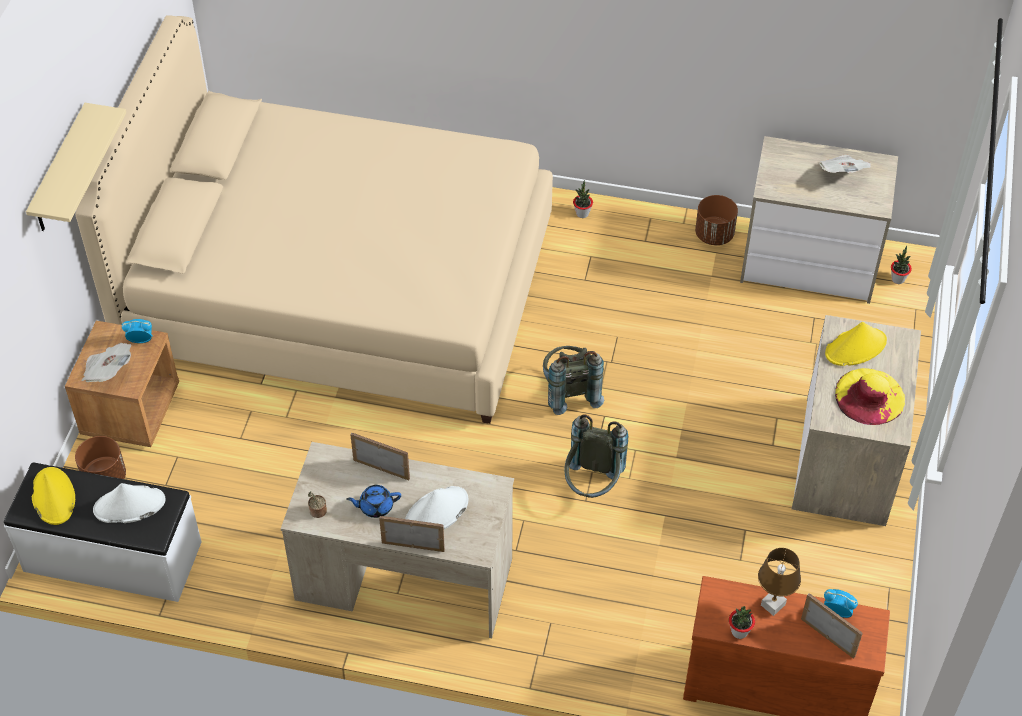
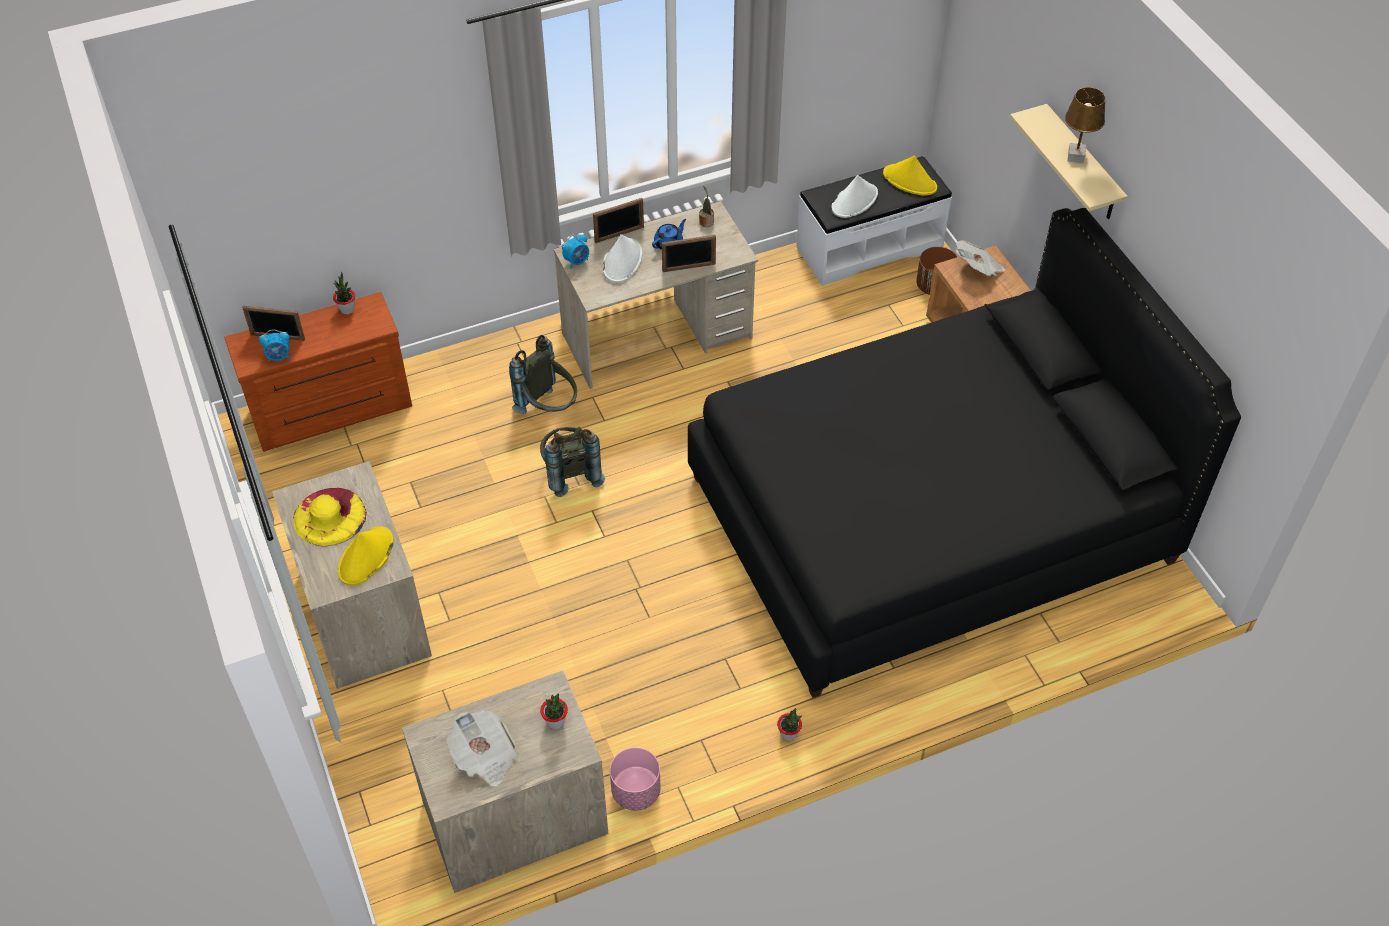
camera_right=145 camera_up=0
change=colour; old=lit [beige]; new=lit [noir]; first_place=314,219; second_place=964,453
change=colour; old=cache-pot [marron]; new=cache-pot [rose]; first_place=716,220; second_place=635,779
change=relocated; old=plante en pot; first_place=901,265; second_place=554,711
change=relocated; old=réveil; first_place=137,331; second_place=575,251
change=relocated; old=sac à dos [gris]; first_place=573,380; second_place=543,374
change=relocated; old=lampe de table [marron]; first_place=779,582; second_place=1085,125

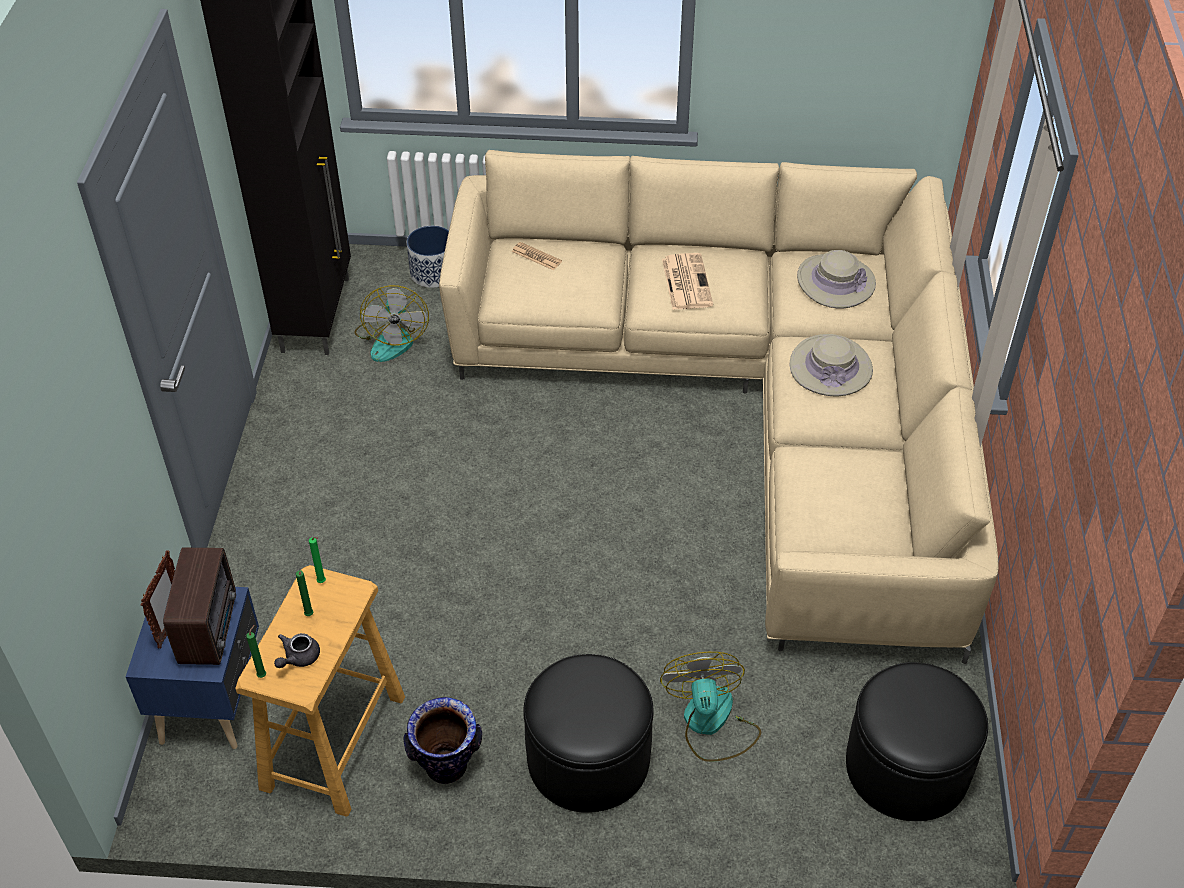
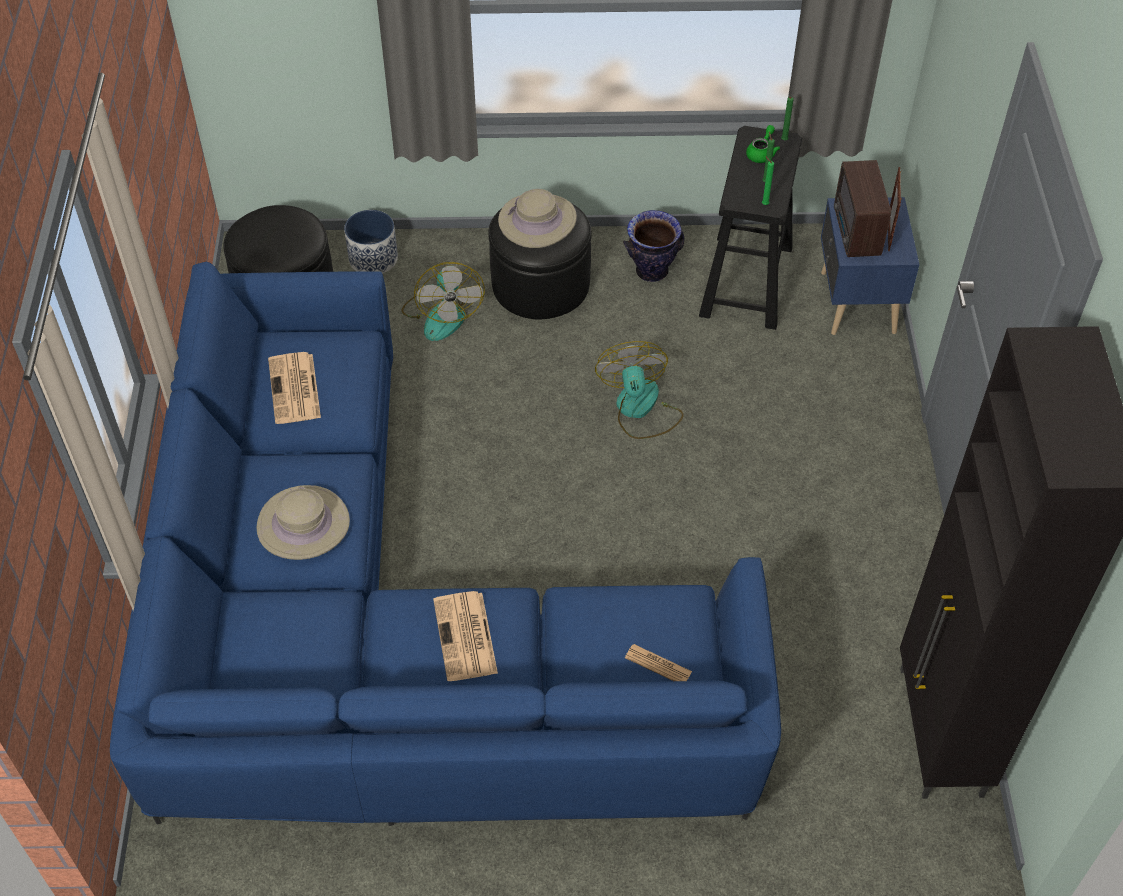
camera_right=175 camera_up=5
change=colour; old=canapé [beige]; new=canapé [bleu]; first_place=718,407; second_place=445,544
change=relocated; old=cache-pot; first_place=428,257; second_place=371,242
change=relocated; old=chapeau [beige]; first_place=836,279; second_place=537,218
change=relocated; old=ventilateur; first_place=391,323; second_place=639,390
change=colour; old=tabouret [beige]; new=tabouret [noir]; first_place=320,691; second_place=750,228
change=colour; old=théière [gris]; new=théière [vert]; first_place=297,650; second_place=763,144
change=appeared; new=journal; second_place=294,388

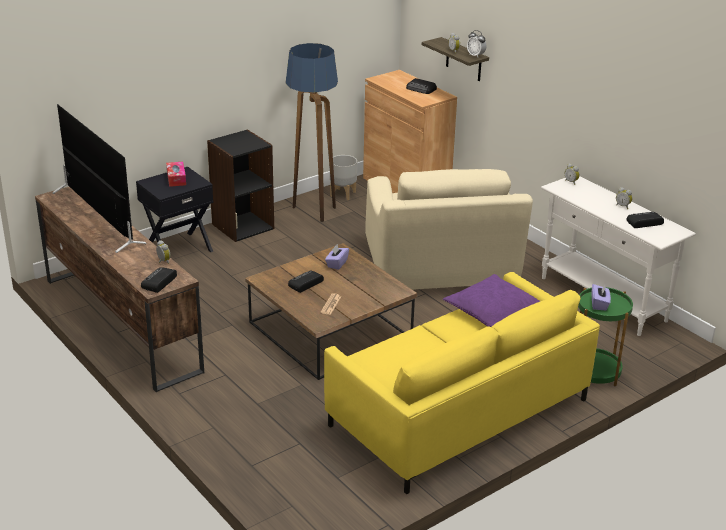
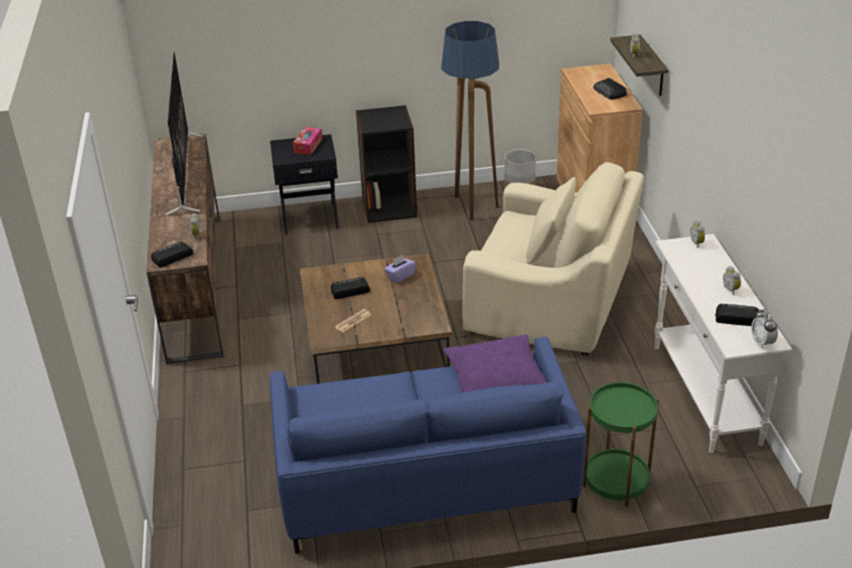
camera_right=30 camera_up=5
change=relocated; old=réveil; first_place=476,43; second_place=764,329
change=spun; old=fauteuil [beige]; first_place=449,229; second_place=553,259; degrees=-90
change=colour; old=canapé [jaune]; new=canapé [bleu]; first_place=462,383; second_place=428,445
change=missing; old=boîte à mouchoirs [violet]; first_place=601,297

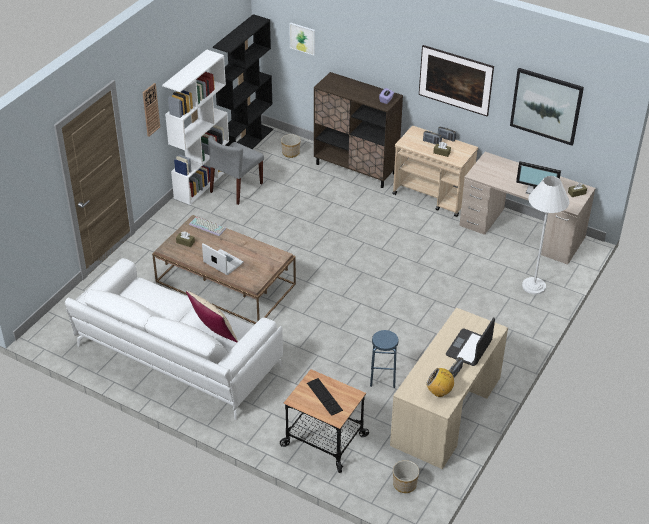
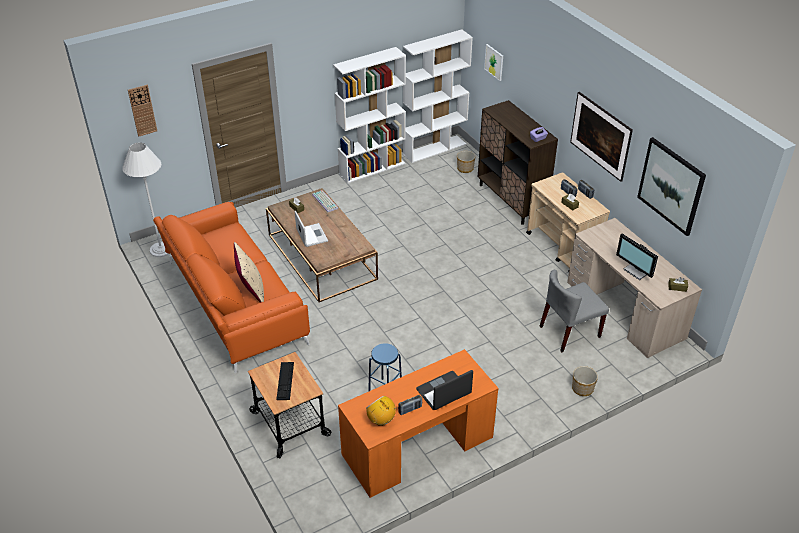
camera_right=30 camera_up=0
change=colour; old=bibliothèque [noir]; new=bibliothèque [blanc]; first_place=243,81; second_place=438,96
change=relocated; old=horloge murale; first_place=151,110; second_place=142,111
change=relocated; old=chaise [gris]; first_place=236,170; second_place=574,311
change=relocated; old=lampadaire [blanc]; first_place=545,235; second_place=145,199
change=colour; old=canapé [blanc]; new=canapé [orange]; first_place=174,339; second_place=231,287
change=colour; old=bureau [beige]; new=bureau [orange]; first_place=449,388; second_place=418,423
change=relocated; old=cache-pot; first_place=406,476; second_place=585,381

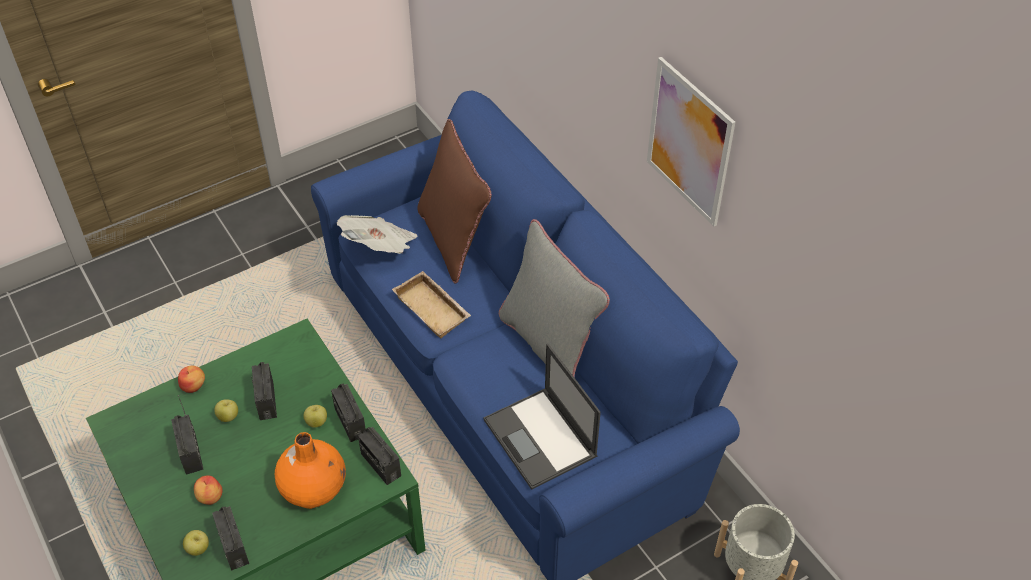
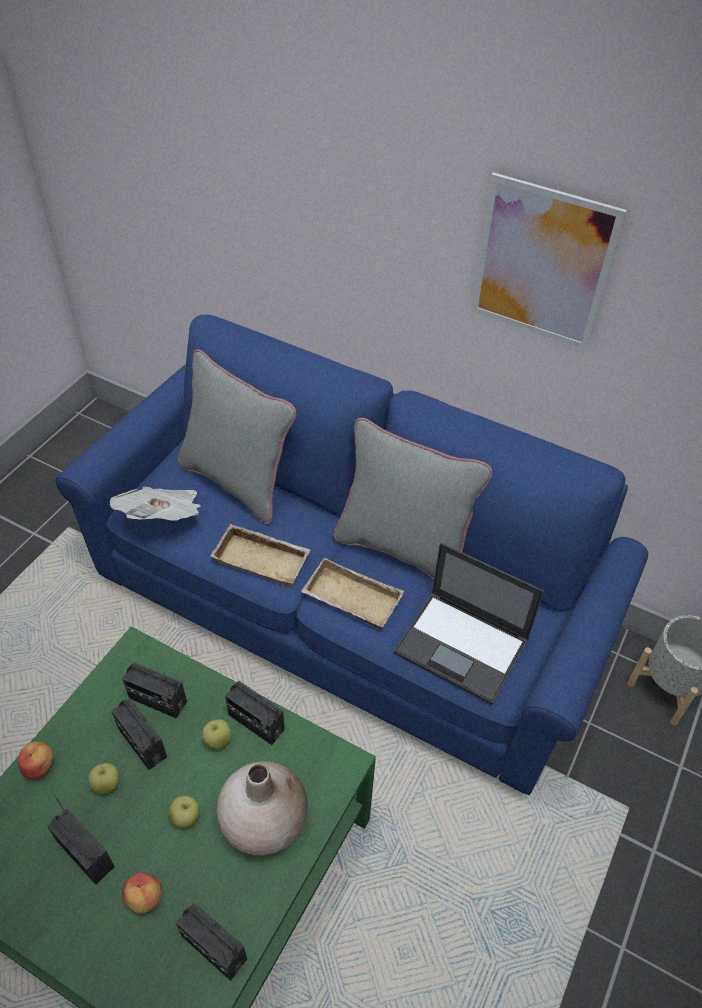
camera_right=-30 camera_up=0
change=colour; old=coussin [marron]; new=coussin [gris]; first_place=455,201; second_place=237,437
change=relocated; old=radio; first_place=379,456; second_place=154,690
change=colour; old=vase [orange]; new=vase [beige]; first_place=310,470; second_place=262,808
change=relocated; old=pomme; first_place=196,543; second_place=184,811
change=appeared; new=plateau [beige]; second_place=352,592

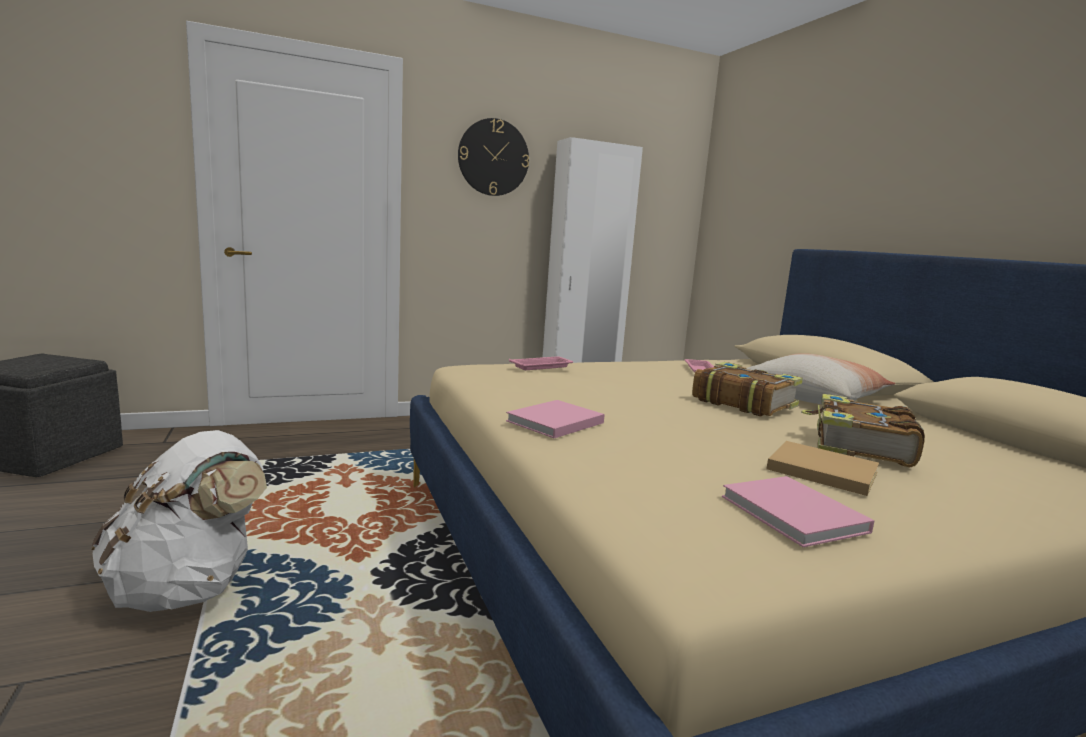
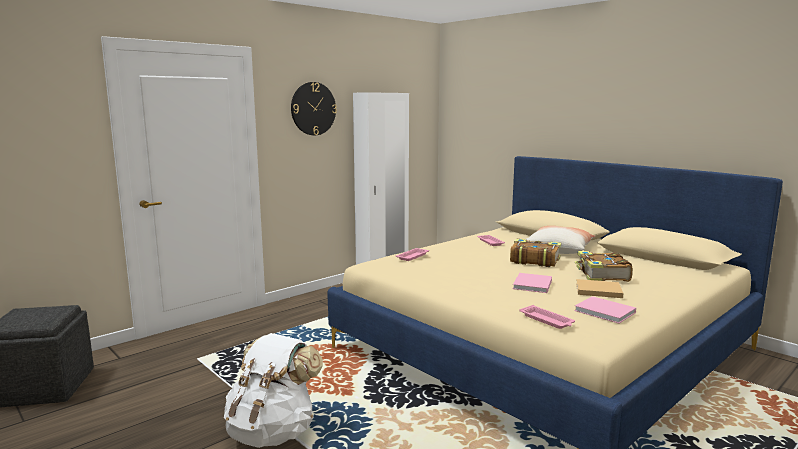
camera_right=-20 camera_up=0
change=relocated; old=livre [rose]; first_place=555,419; second_place=532,283
change=appeared; new=plateau [rose]; second_place=547,317

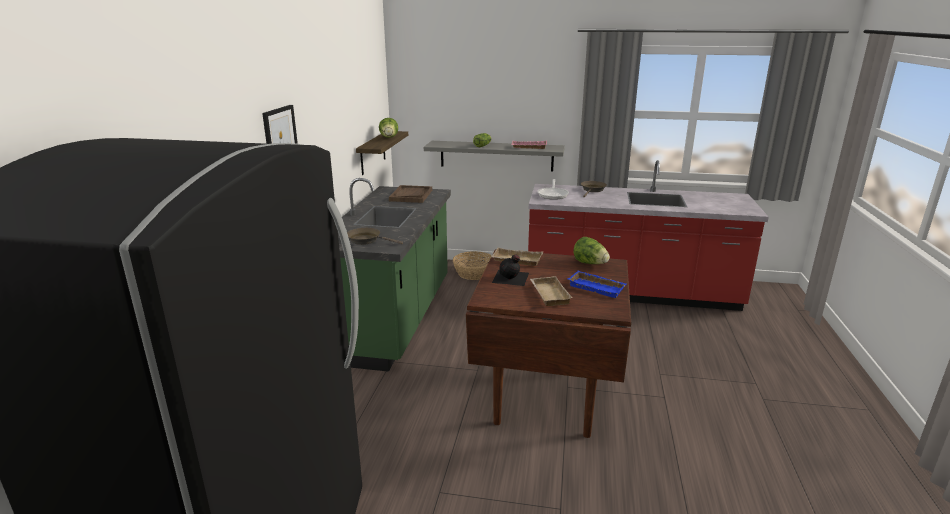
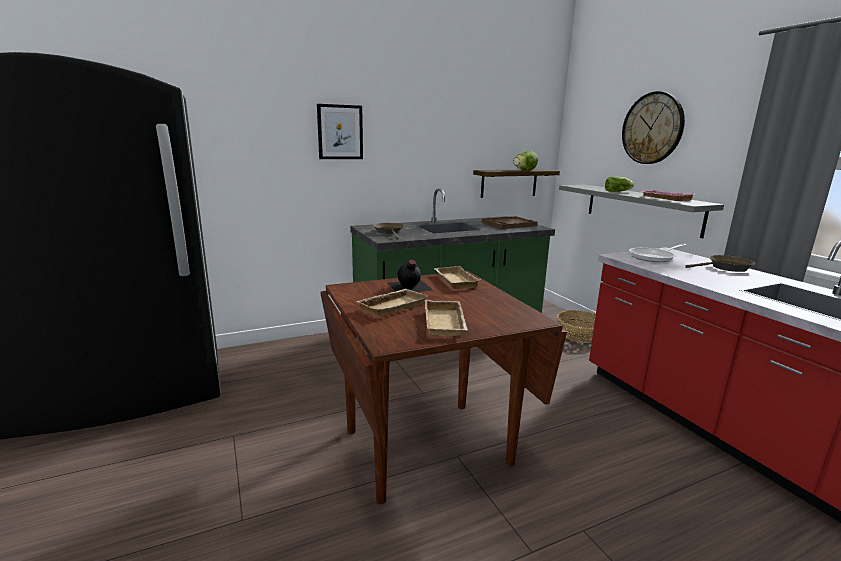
camera_right=55 camera_up=-5
change=missing; old=laitue; first_place=591,250
change=colour; old=plateau [bleu]; new=plateau [beige]; first_place=597,284; second_place=446,318
change=appeared; new=horloge murale; second_place=653,127

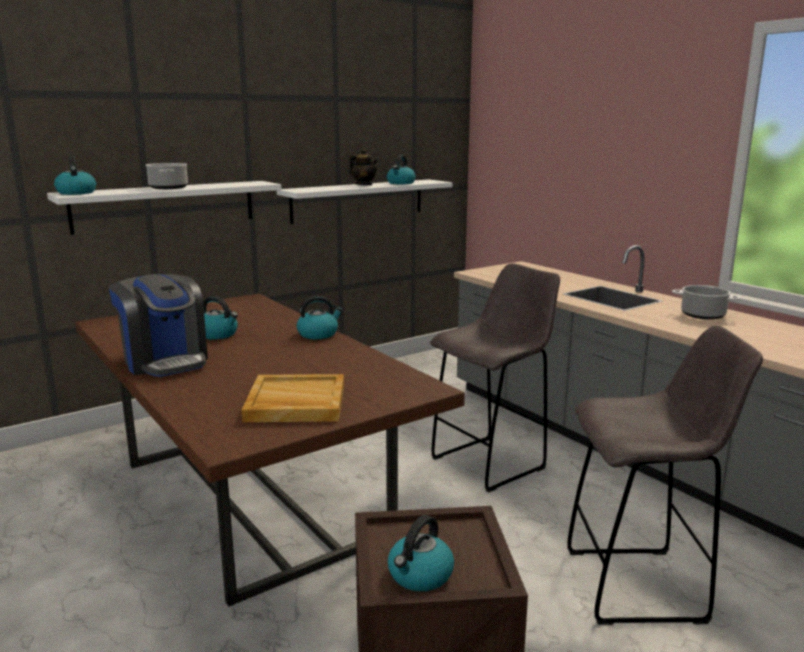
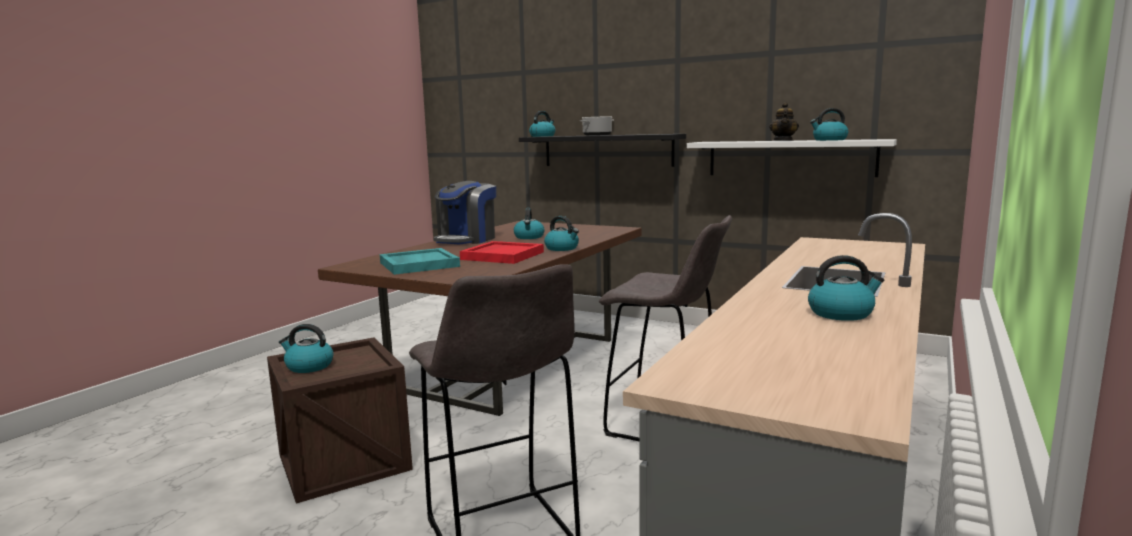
camera_right=65 camera_up=-5
change=colour; old=étagère [blanc]; new=étagère [noir]; first_place=164,208; second_place=602,150
change=exchanged; old=marmite; new=bouilloire; first_place=706,302; second_place=846,288
change=colour; old=plateau [beige]; new=plateau [turquoise]; first_place=293,398; second_place=420,261
change=appeared; new=plateau [rouge]; second_place=502,252

